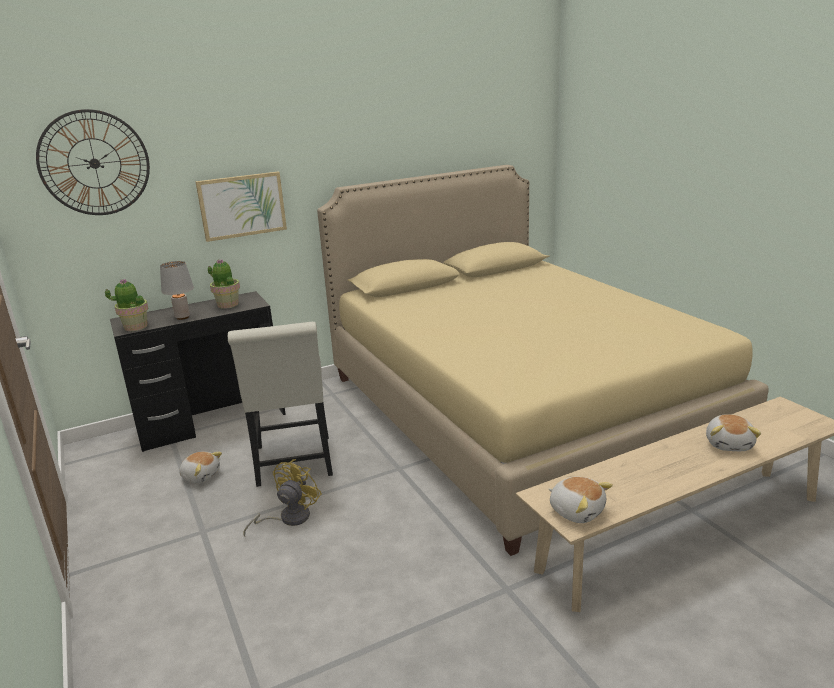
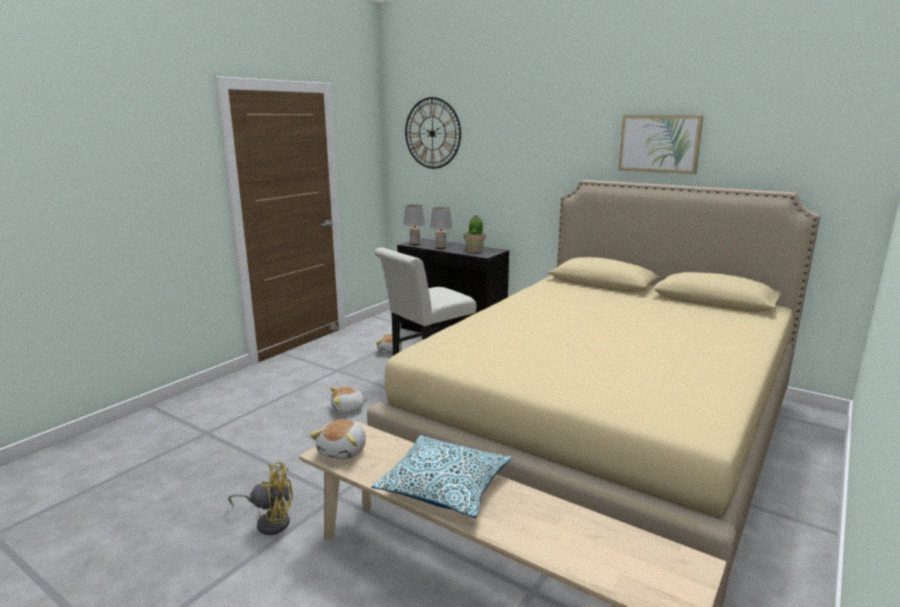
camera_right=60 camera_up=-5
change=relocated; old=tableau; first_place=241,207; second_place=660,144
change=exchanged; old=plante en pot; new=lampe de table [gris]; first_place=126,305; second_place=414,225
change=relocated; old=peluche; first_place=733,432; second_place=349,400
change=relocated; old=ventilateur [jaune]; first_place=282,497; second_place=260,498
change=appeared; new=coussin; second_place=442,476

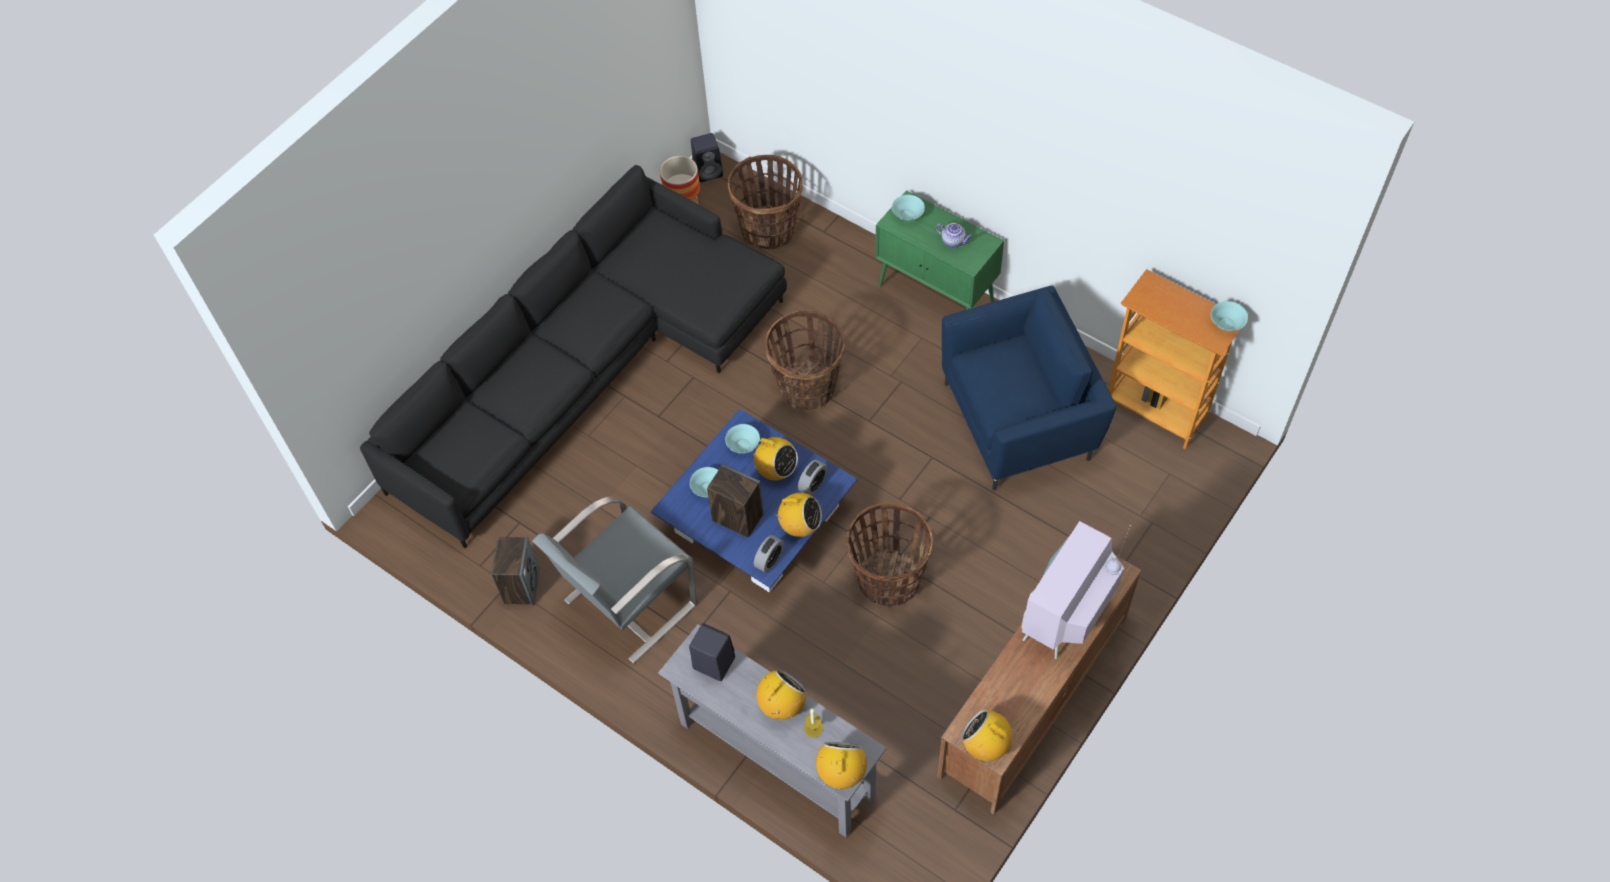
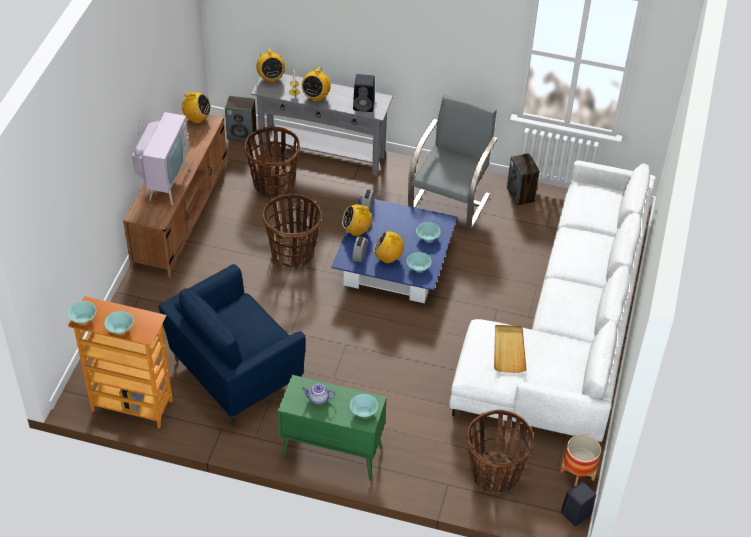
camera_right=155 camera_up=-10
change=colour; old=canapé [noir]; new=canapé [blanc]; first_place=573,357; second_place=552,301
change=relocated; old=panier; first_place=805,360; second_place=272,162
change=relocated; old=enceinte; first_place=735,501; second_place=241,119
change=appeared; new=bol [turquoise]; second_place=118,322
change=appeared; new=plateau [beige]; second_place=510,349

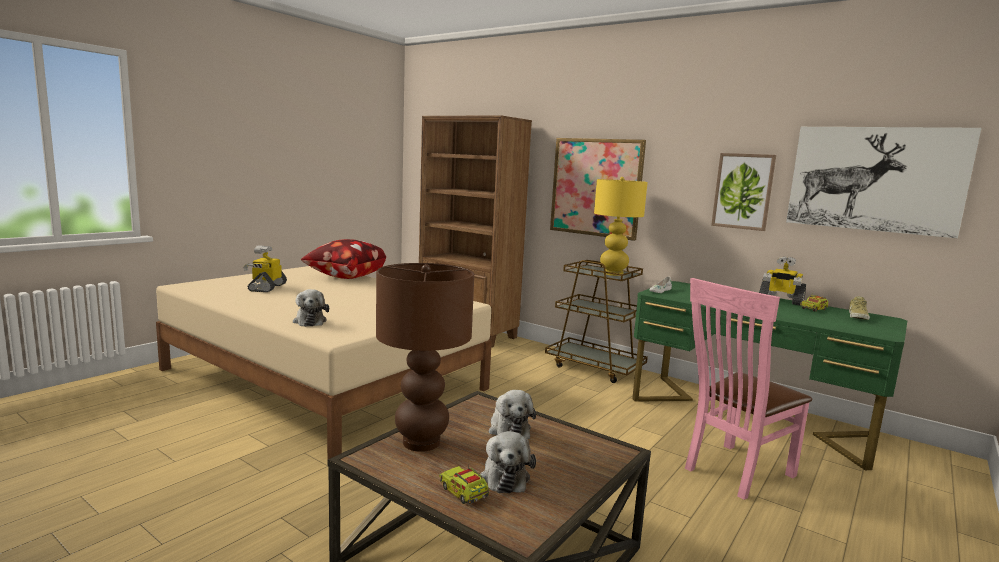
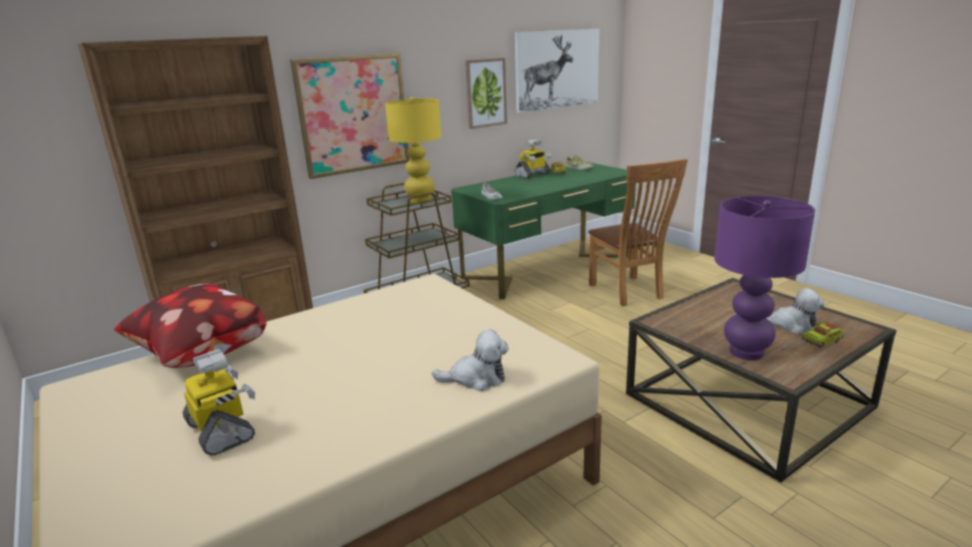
camera_right=-70 camera_up=10
change=spun; old=robot jouet; first_place=265,269; second_place=219,402; degrees=-150
change=colour; old=lampe de table [marron]; new=lampe de table [violet]; first_place=425,357; second_place=764,278
change=colour; old=chaise [rose]; new=chaise [marron]; first_place=748,389; second_place=638,233
change=missing; old=peluche; first_place=512,414

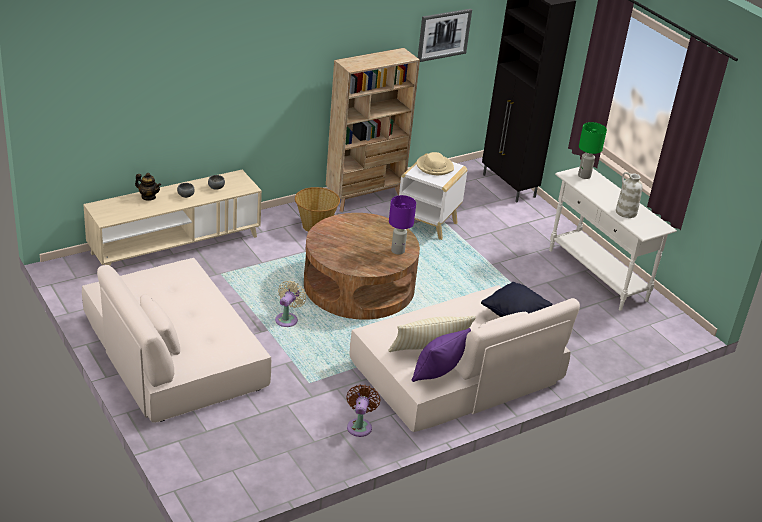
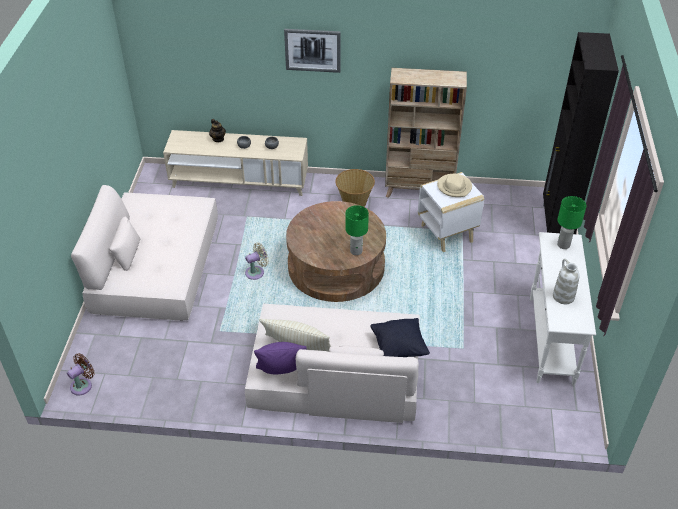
camera_right=40 camera_up=10
change=relocated; old=tableau; first_place=445,35; second_place=312,51
change=colour; old=lampe de table [violet]; new=lampe de table [vert]; first_place=402,225; second_place=357,230
change=relocated; old=ventilateur [marron]; first_place=363,410; second_place=81,374

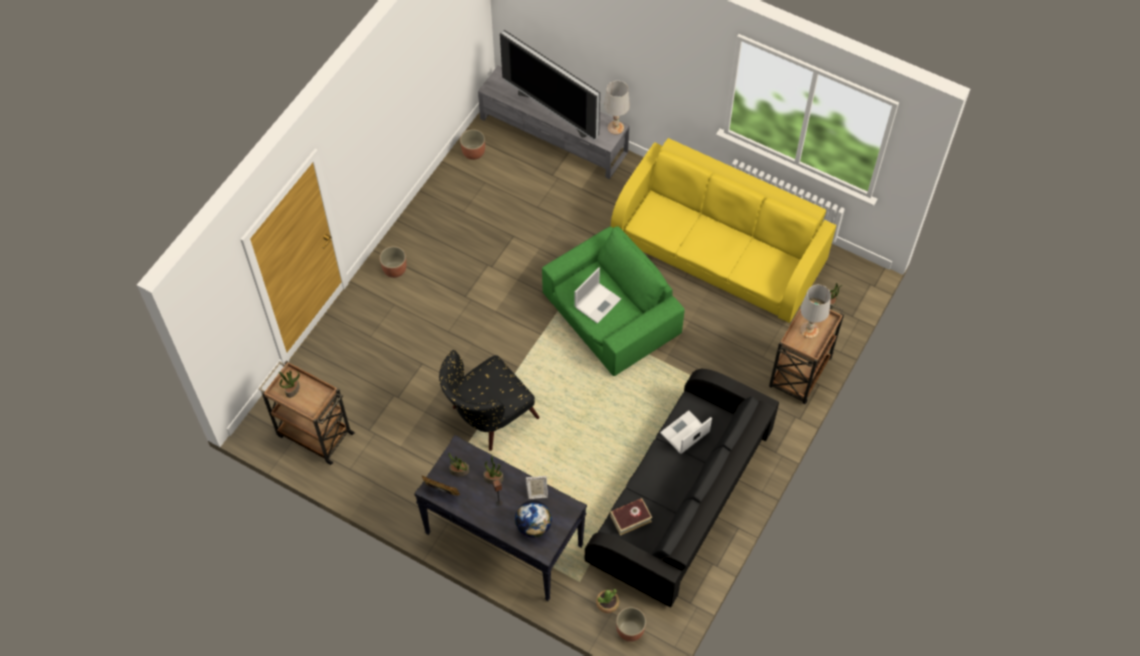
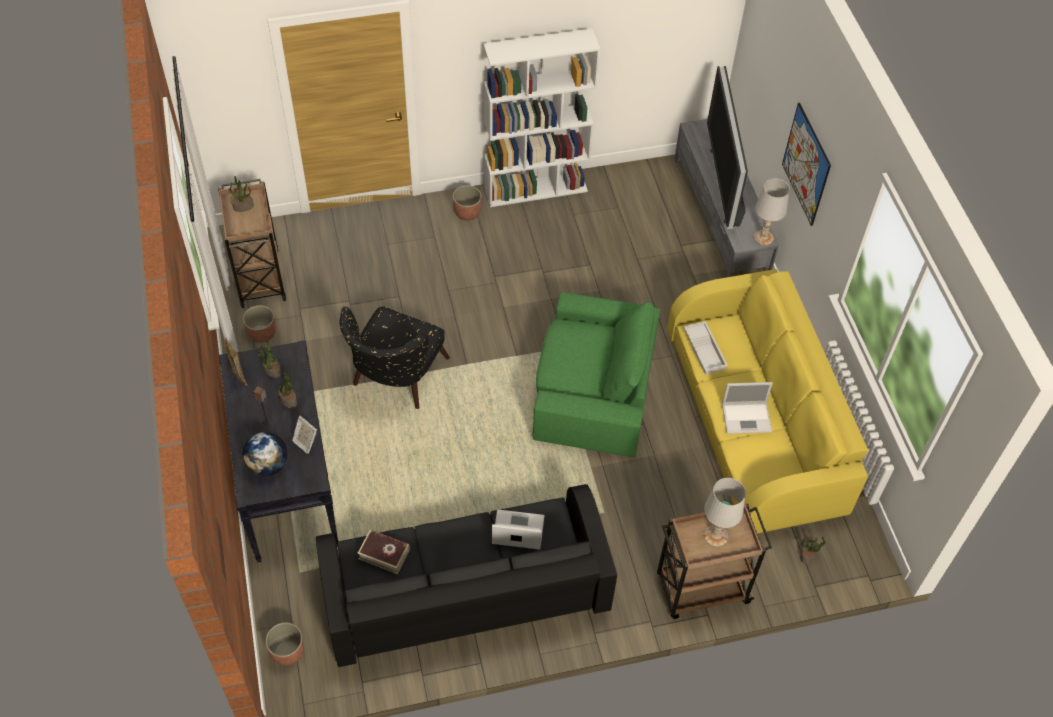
camera_right=45 camera_up=-5
change=relocated; old=cache-pot; first_place=472,144; second_place=259,324
change=relocated; old=ordinateur portable; first_place=598,295; second_place=747,408
change=spun; old=fauteuil [noir]; first_place=489,400; second_place=395,357; degrees=-75
change=missing; old=plante en pot; first_place=608,601
change=appeared; new=bibliothèque [blanc]; second_place=541,117
change=appeared; new=tableau; second_place=806,164
change=appeared; new=plateau [blanc]; second_place=706,348

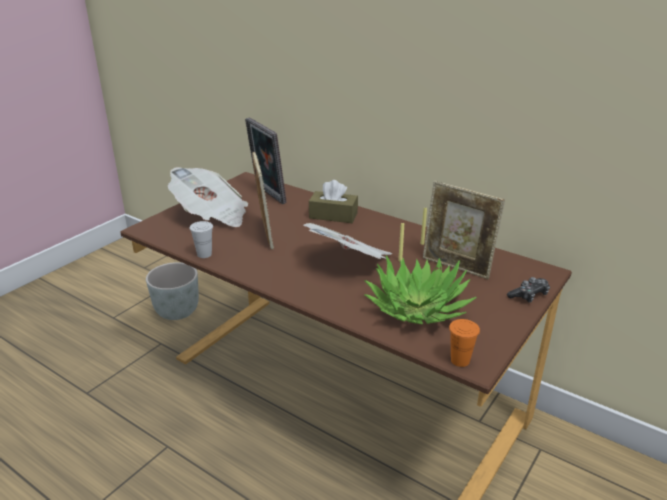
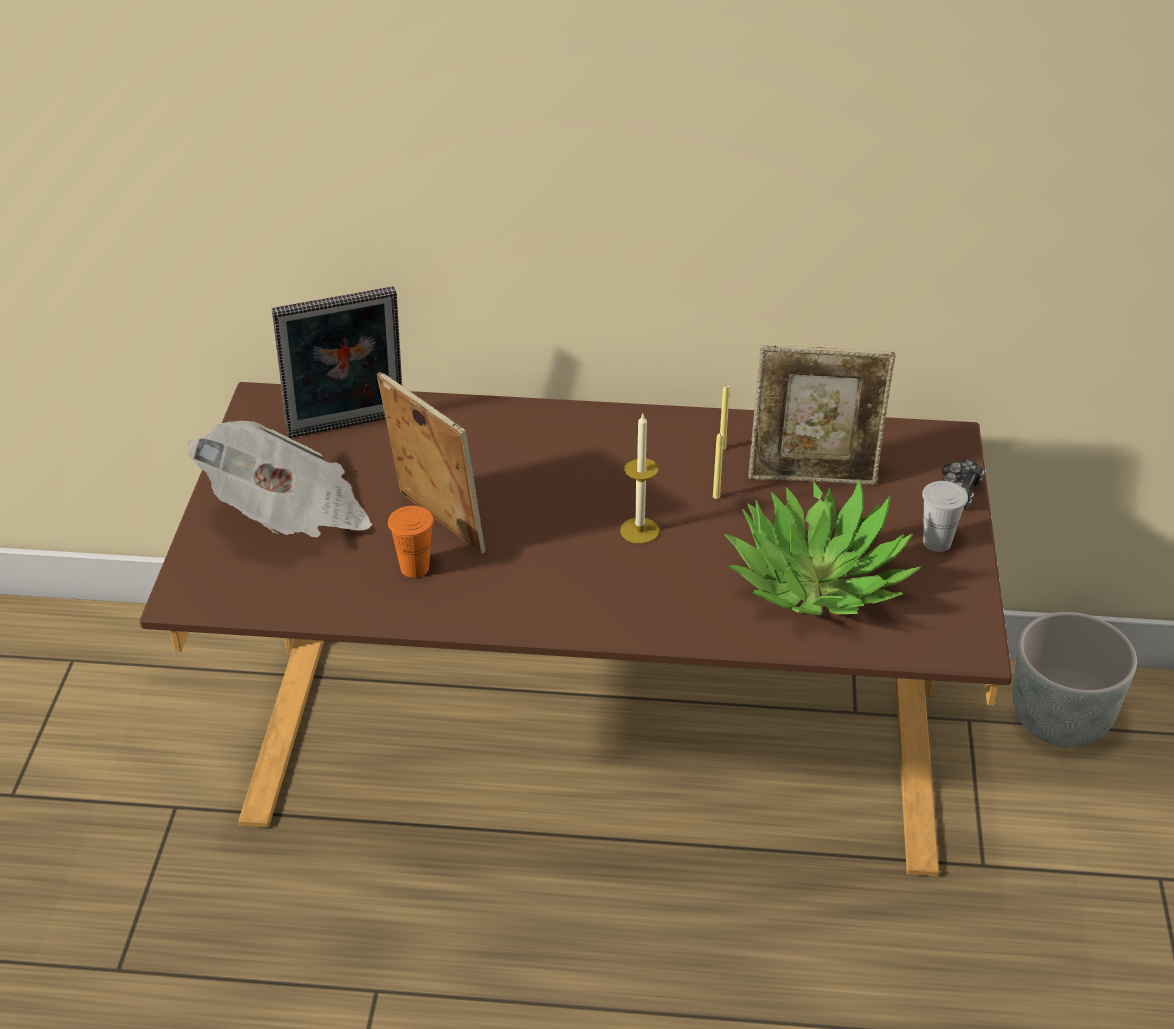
camera_right=-30 camera_up=10
change=spun; old=cadre photo; first_place=266,160; second_place=336,362; degrees=-45
change=missing; old=boîte à mouchoirs [marron]; first_place=333,201
change=relocated; old=tasse [blanc]; first_place=201,239; second_place=945,516
change=exchanged; old=journal; new=bougie; first_place=347,241; second_place=639,479
change=relocated; old=cache-pot [gris]; first_place=172,291; second_place=1075,679
change=relocated; old=tasse [orange]; first_place=464,343; second_place=411,542

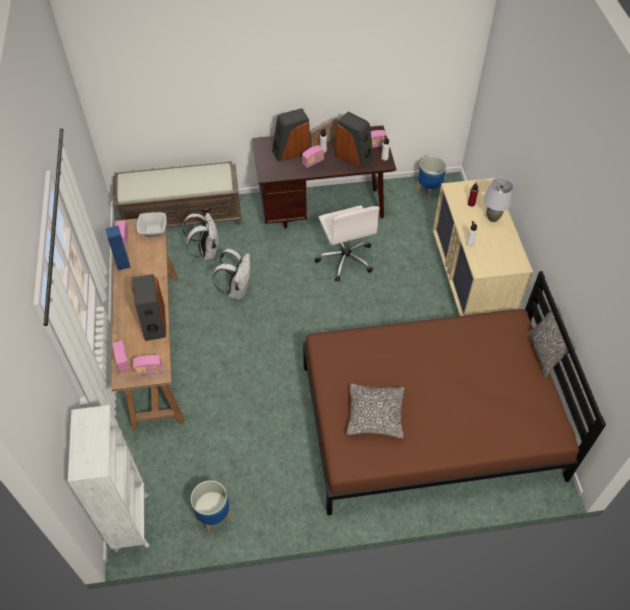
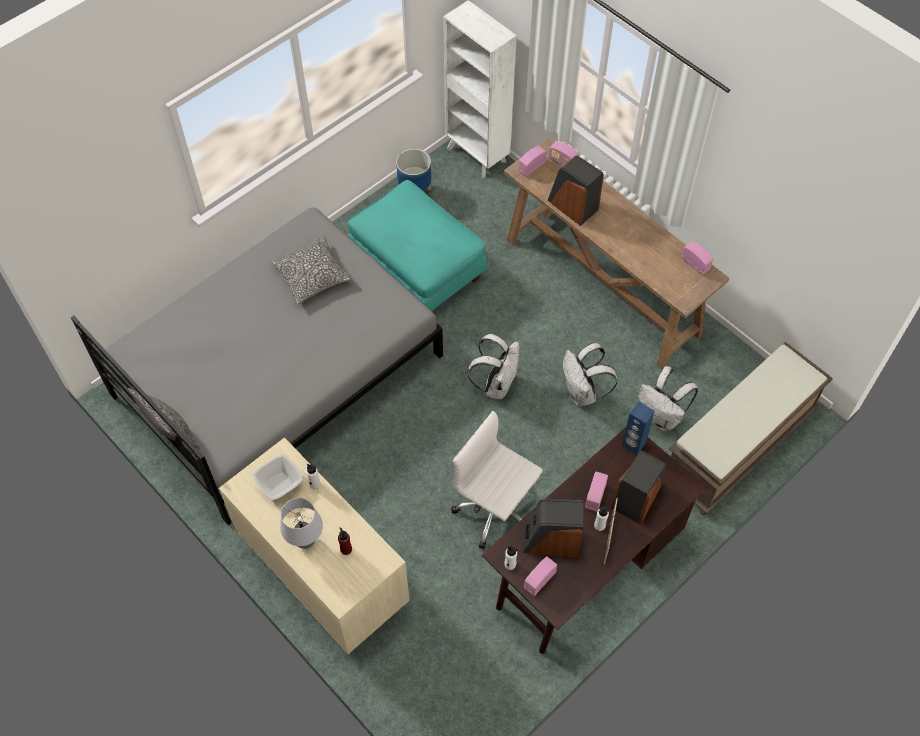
camera_right=145 camera_up=5
change=missing; old=cache-pot; first_place=431,178
change=relocated; old=bol; first_place=152,224; second_place=277,477
change=relocated; old=enceinte [bleu]; first_place=118,248; second_place=638,428
change=colour; old=lit [marron]; new=lit [gris]; first_place=454,393; second_place=257,366
change=appeared; new=pouf [turquoise]; second_place=417,245
change=appeared; new=sac à dos [blanc]; second_place=493,366

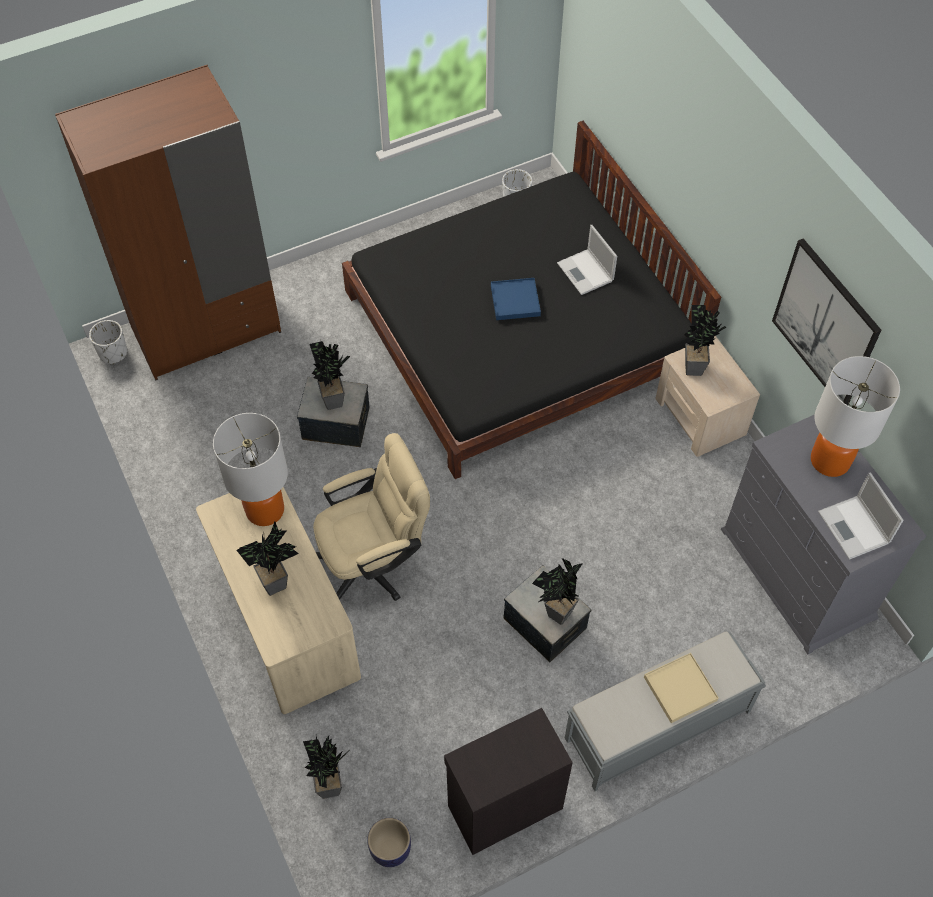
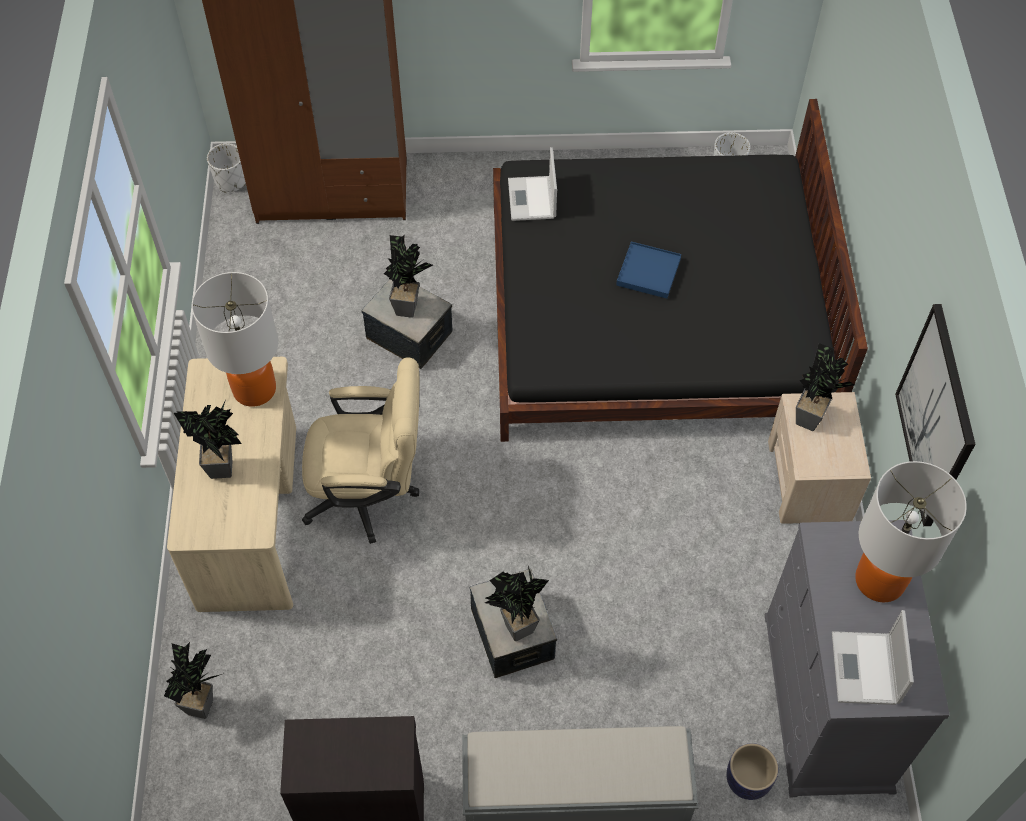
camera_right=25 camera_up=0
change=relocated; old=ordinateur portable; first_place=587,260; second_place=532,184
change=missing; old=plateau [beige]; first_place=681,688
change=relocated; old=cache-pot; first_place=389,842; second_place=752,771

